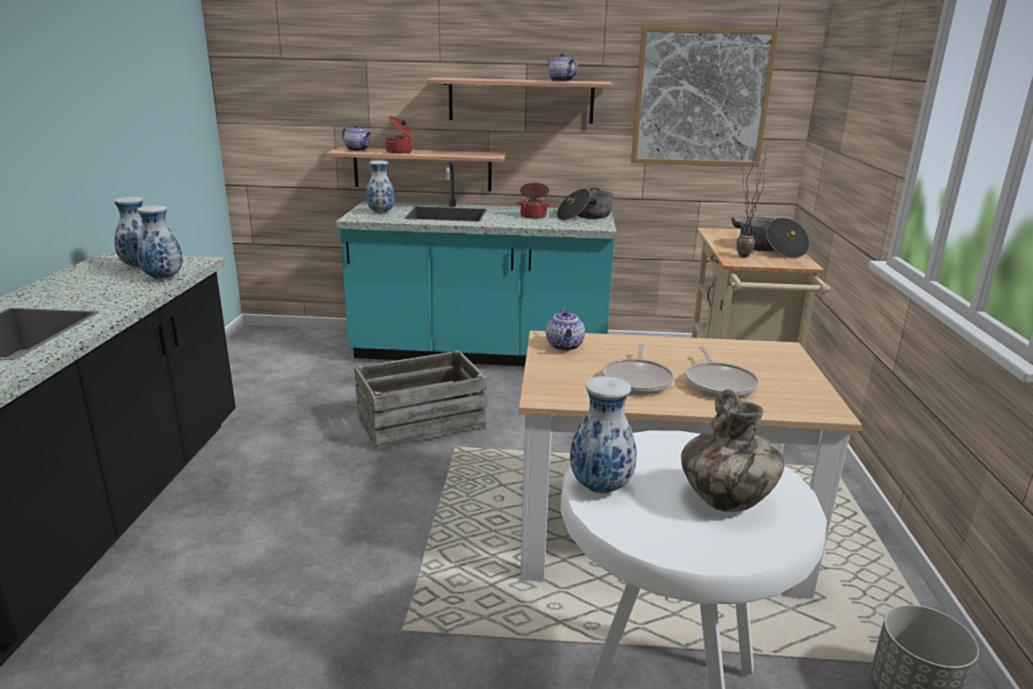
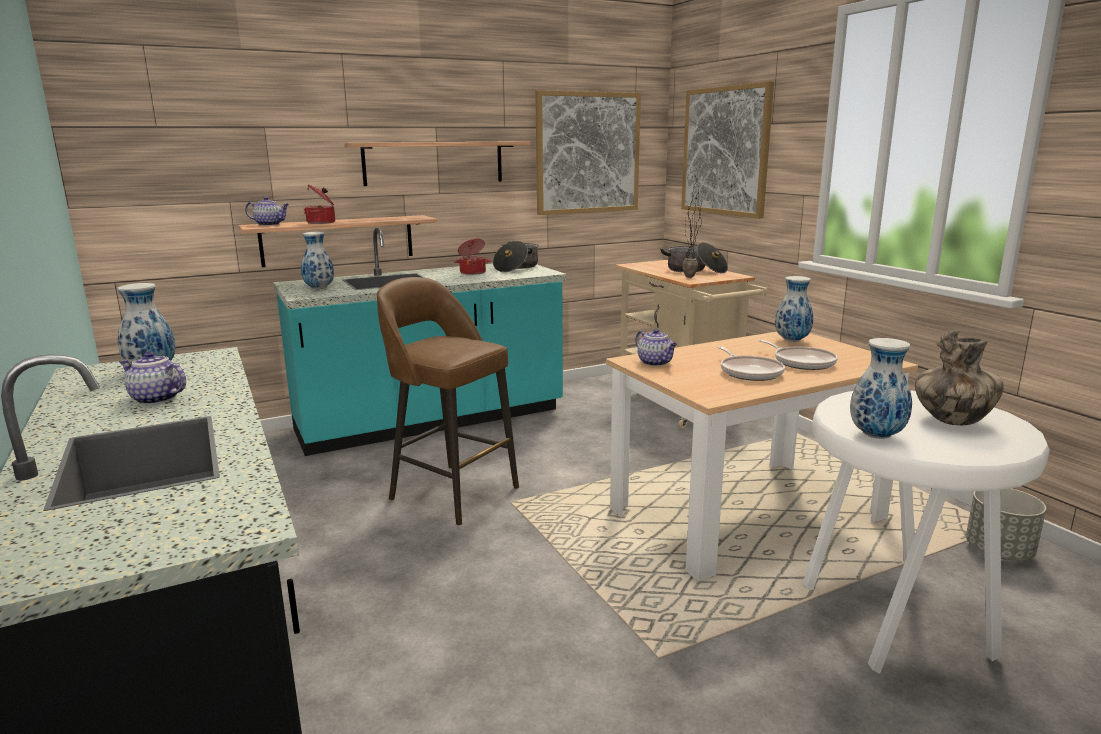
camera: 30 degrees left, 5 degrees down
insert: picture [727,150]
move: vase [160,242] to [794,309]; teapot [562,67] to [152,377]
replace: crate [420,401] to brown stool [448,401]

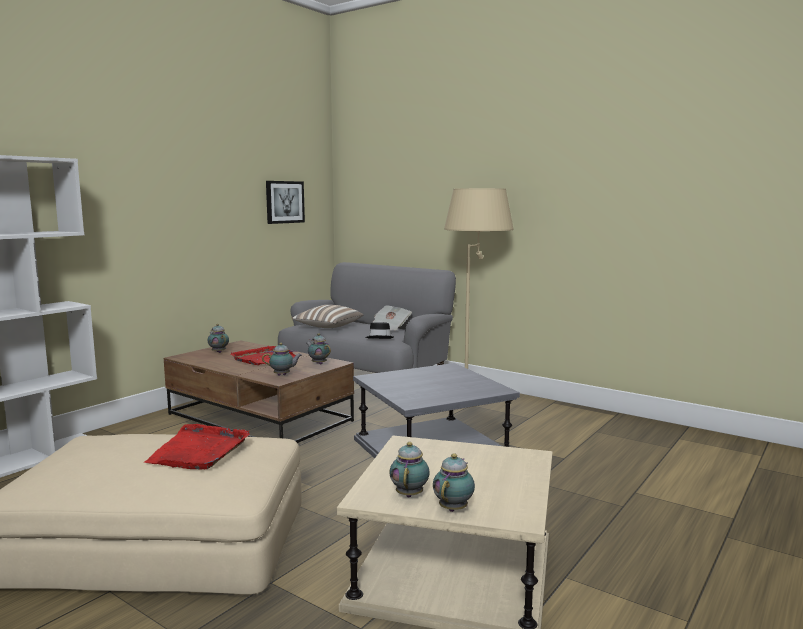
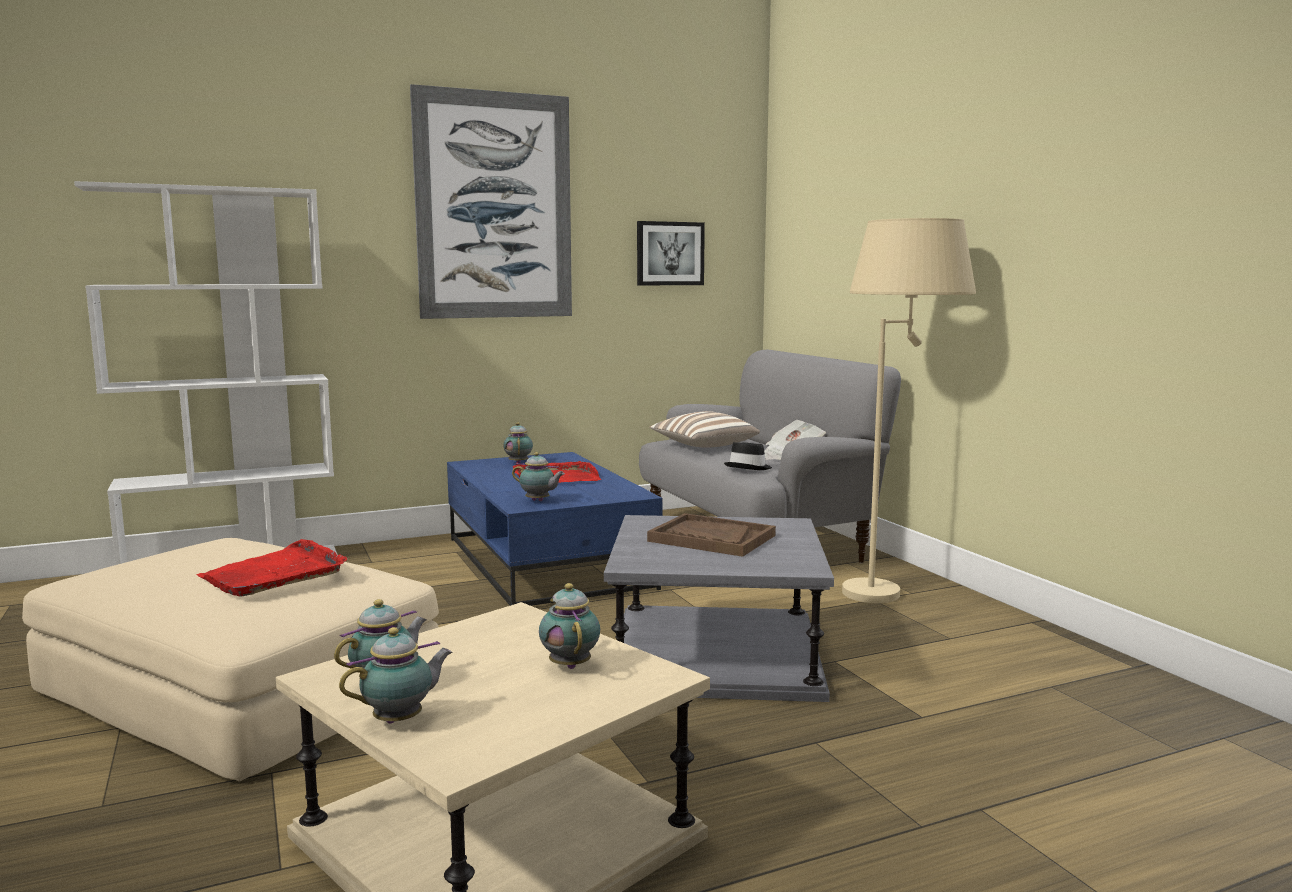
camera: 30 degrees right, 0 degrees up
insert: picture [491,201]; brown tray [711,535]
move: teapot [318,348] to [569,626]
recolor: brown coffee table [259,391] to blue coffee table [555,529]

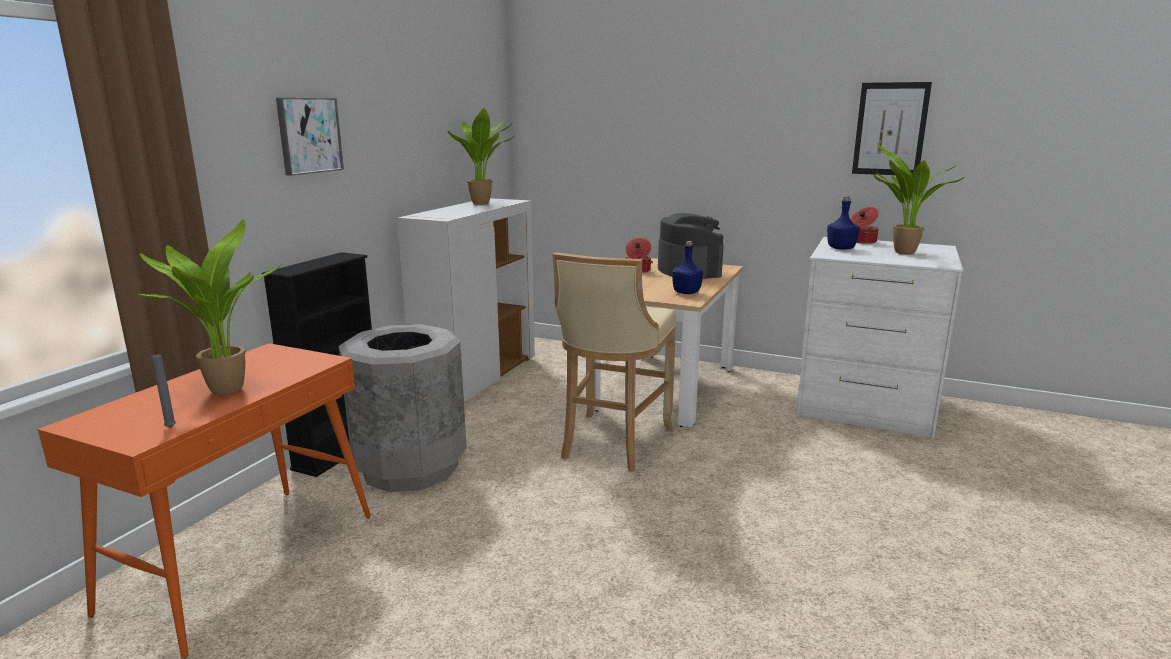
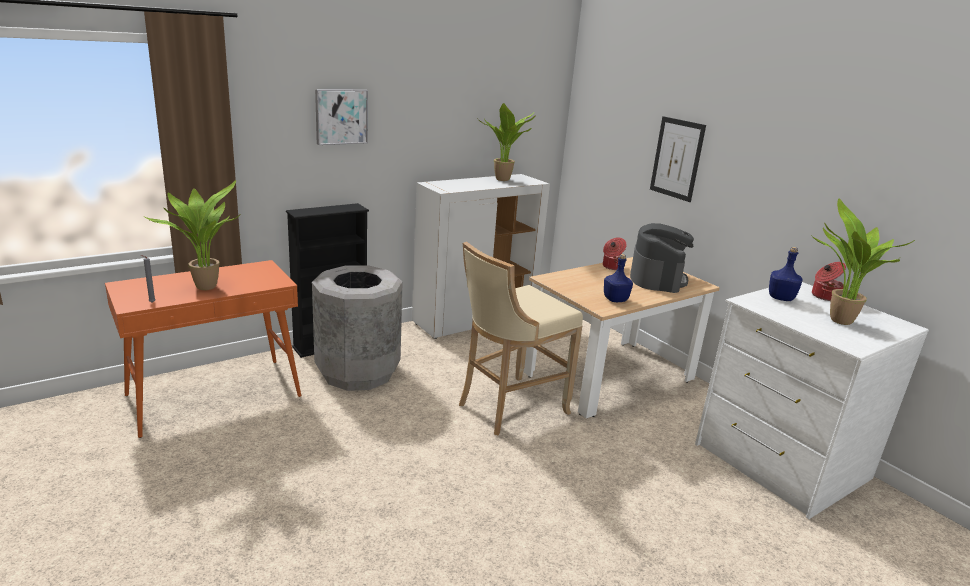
camera: 30 degrees right, 5 degrees up
move: picture [892,128] to [678,159]

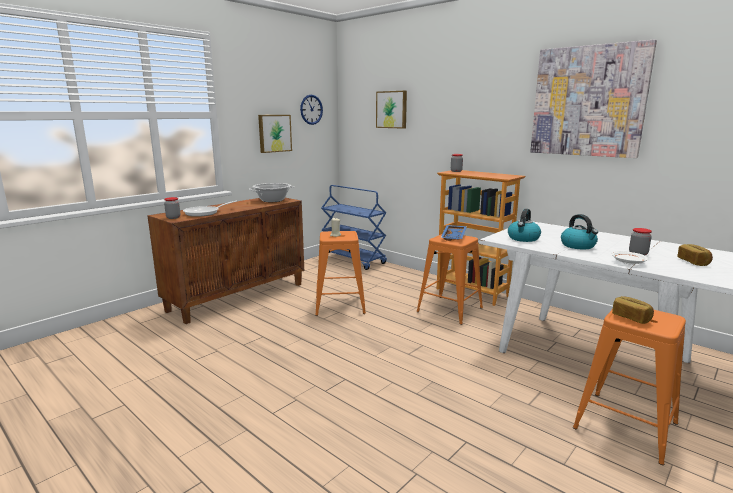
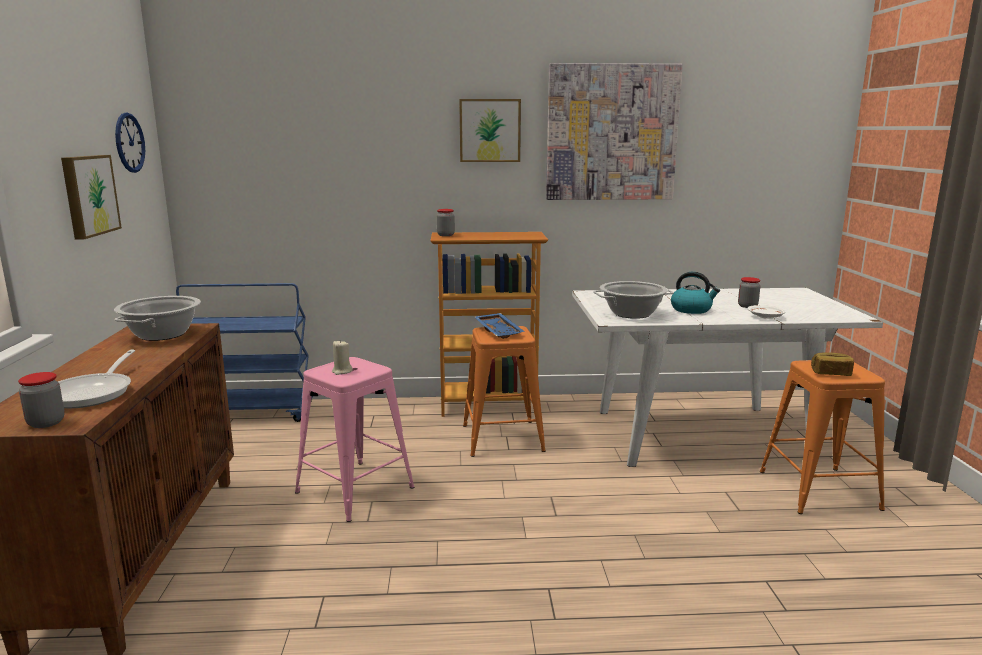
camera: 45 degrees left, 0 degrees up
delete: bread [695,255]
move: picture [391,110] to [490,130]
replace: kettle [524,225] to cooking pot [633,300]
recolor: orange stool [340,273] to pink stool [354,439]

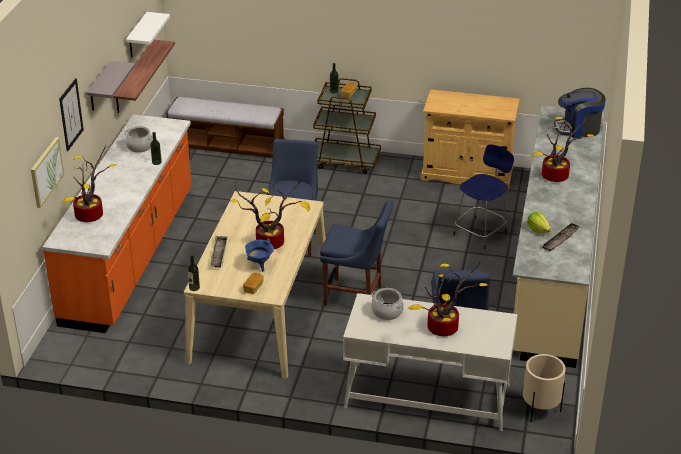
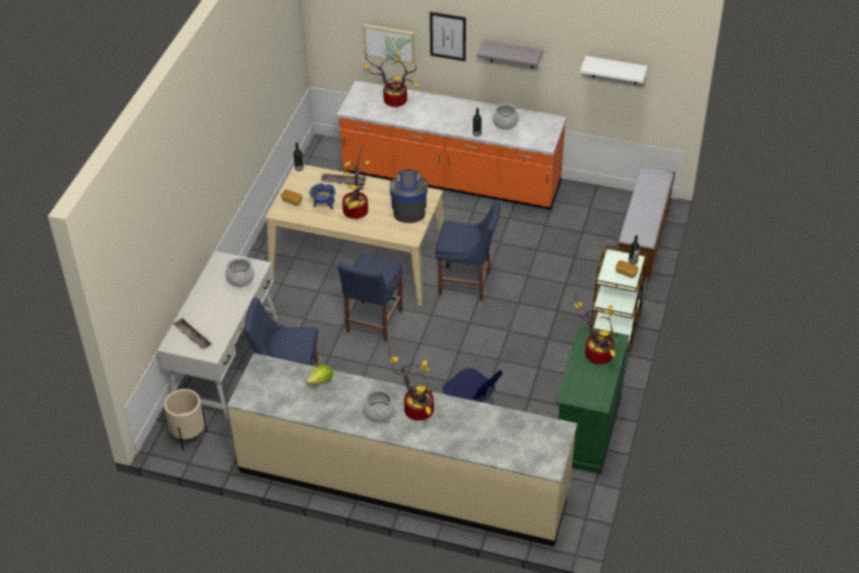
camera: 95 degrees right, 10 degrees up
delete: shelf [144,76]
insert: cooking pot [379,405]
move: potted plant [448,299] to [596,327]; tray [561,236] to [192,333]; coffee machine [580,113] to [409,196]
recolor: beige cabinet [470,139] to green cabinet [592,399]

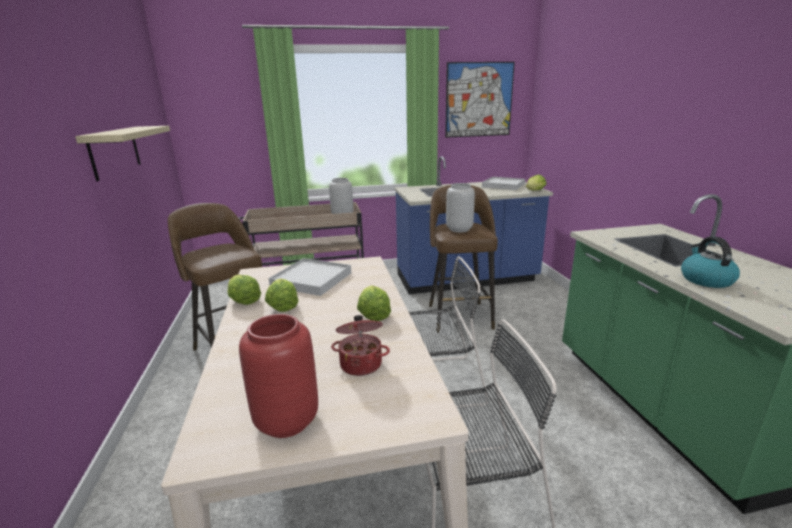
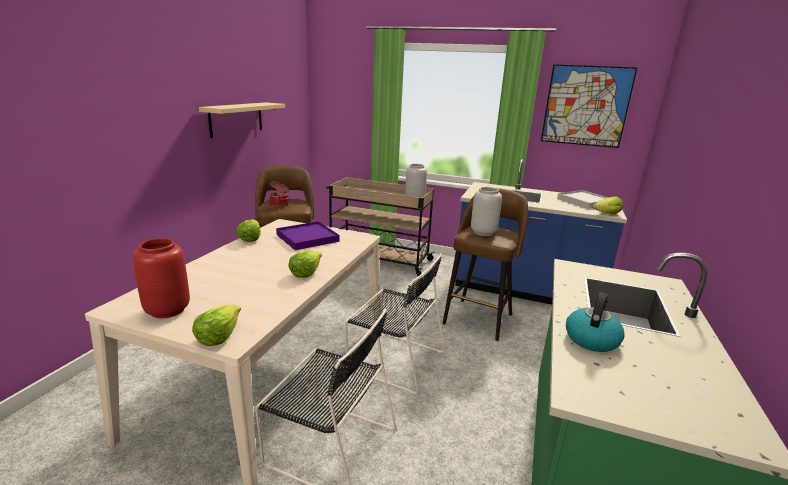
camera: 30 degrees right, 0 degrees up
move: lettuce [281,295] to [216,325]; cooking pot [360,345] to [280,194]
recolor: white tray [310,277] to purple tray [307,235]

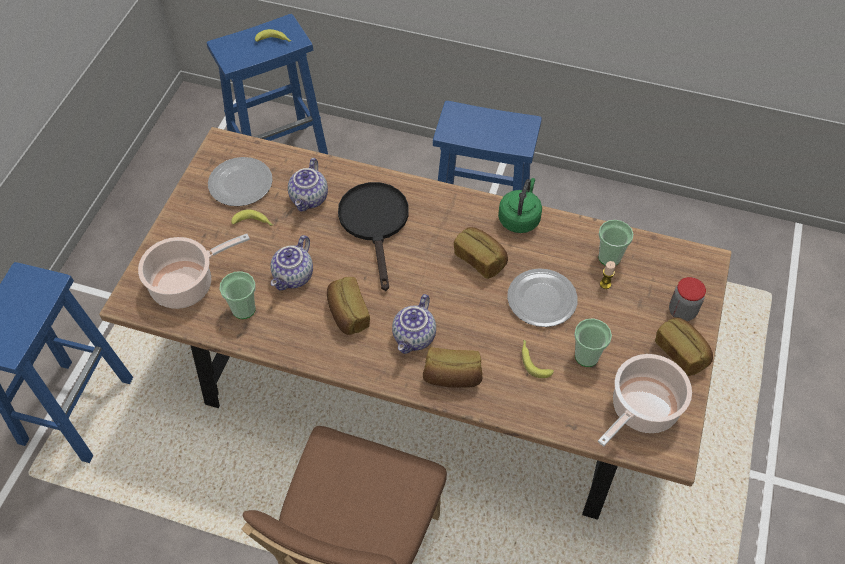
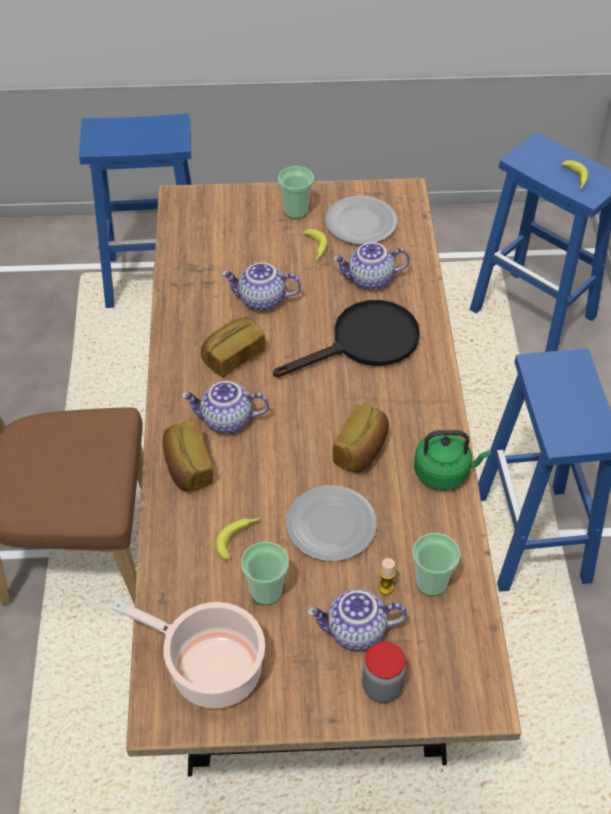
camera: 70 degrees right, 5 degrees down
delete: cooking pot [194,271]; bread [684,346]
insert: teapot [357,620]
move: cup [237,295] to [296,192]

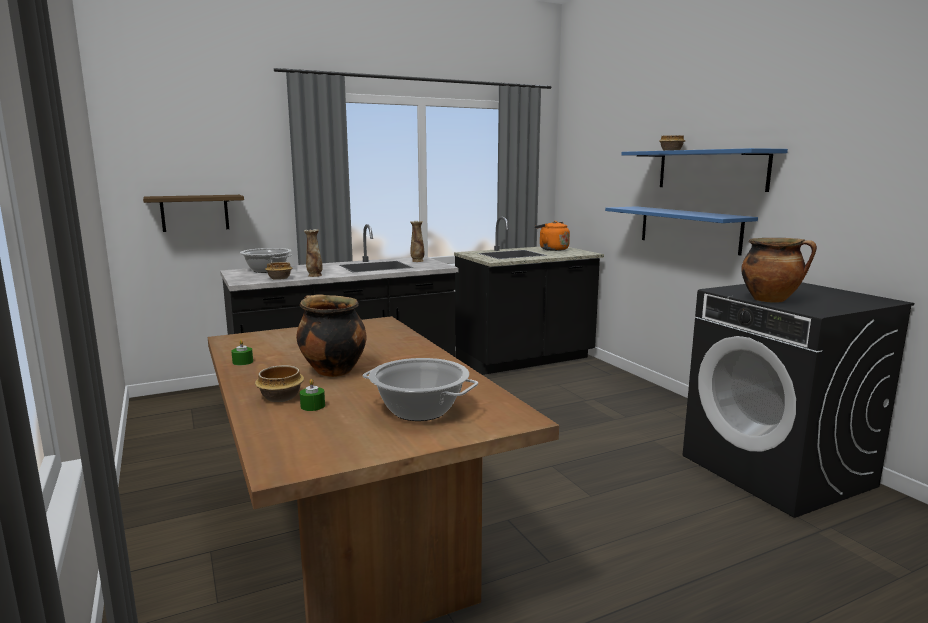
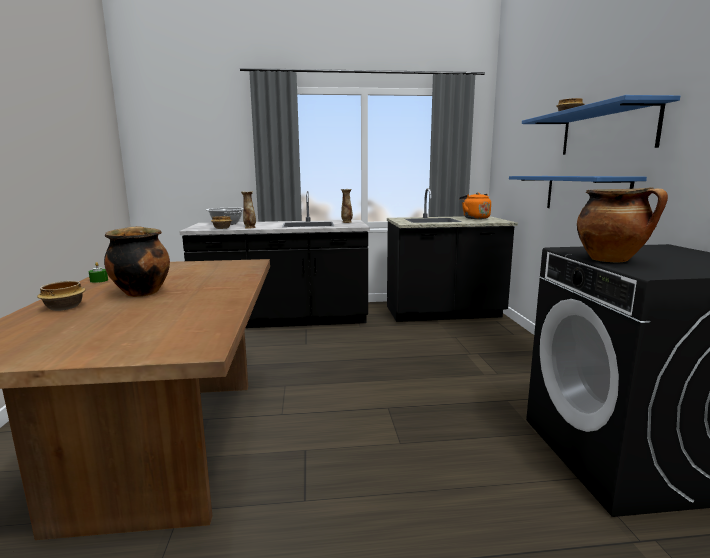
camera: 20 degrees right, 0 degrees up
delete: shelf [193,213]; green candle [312,395]; cooking pot [420,389]

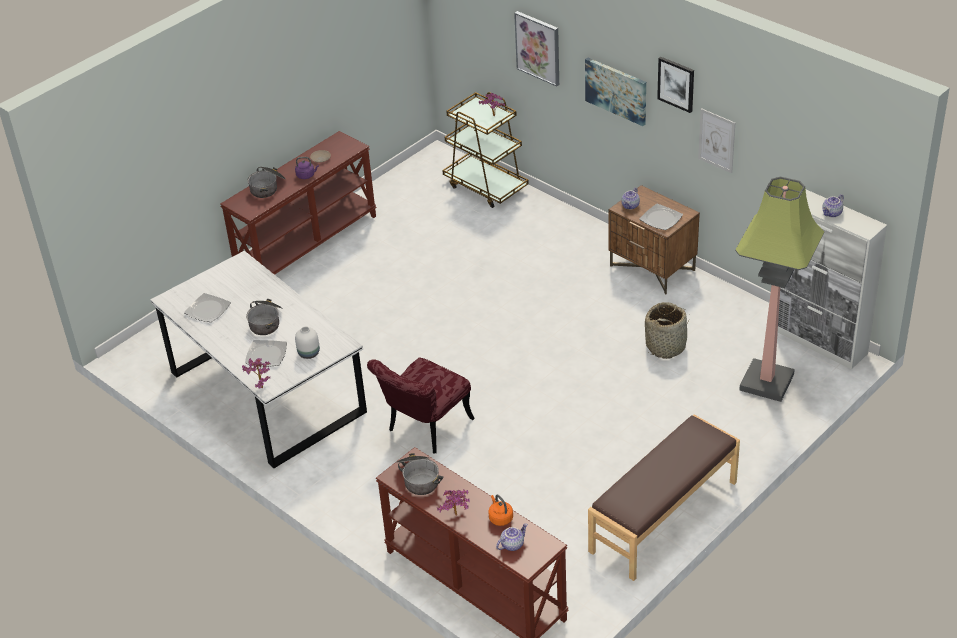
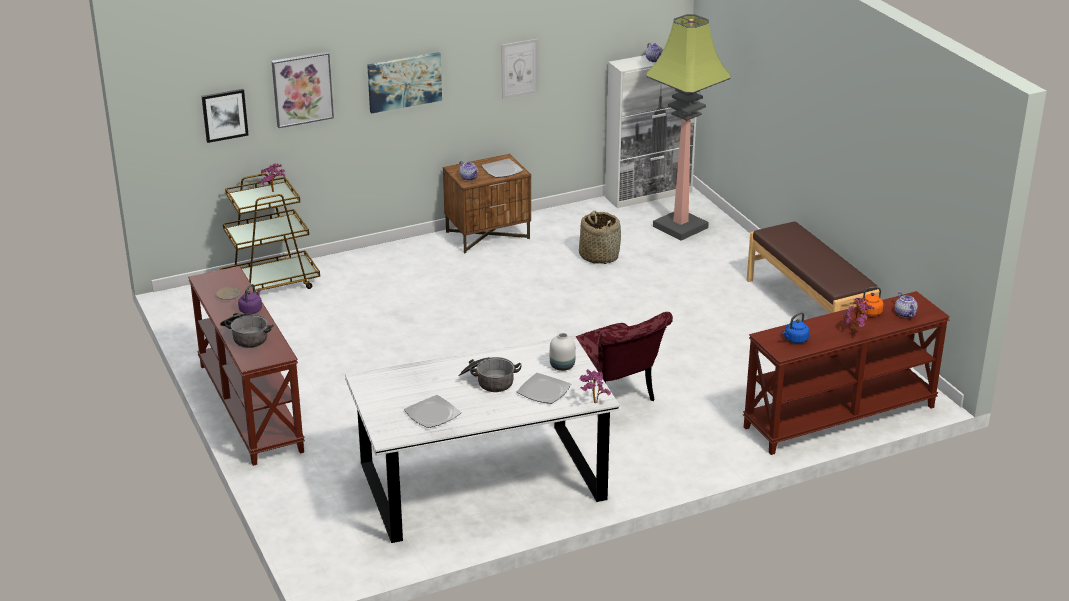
camera: 70 degrees left, 10 degrees down
move: picture [675,85] to [225,116]
replace: cooking pot [419,474] to blue kettle [795,327]

